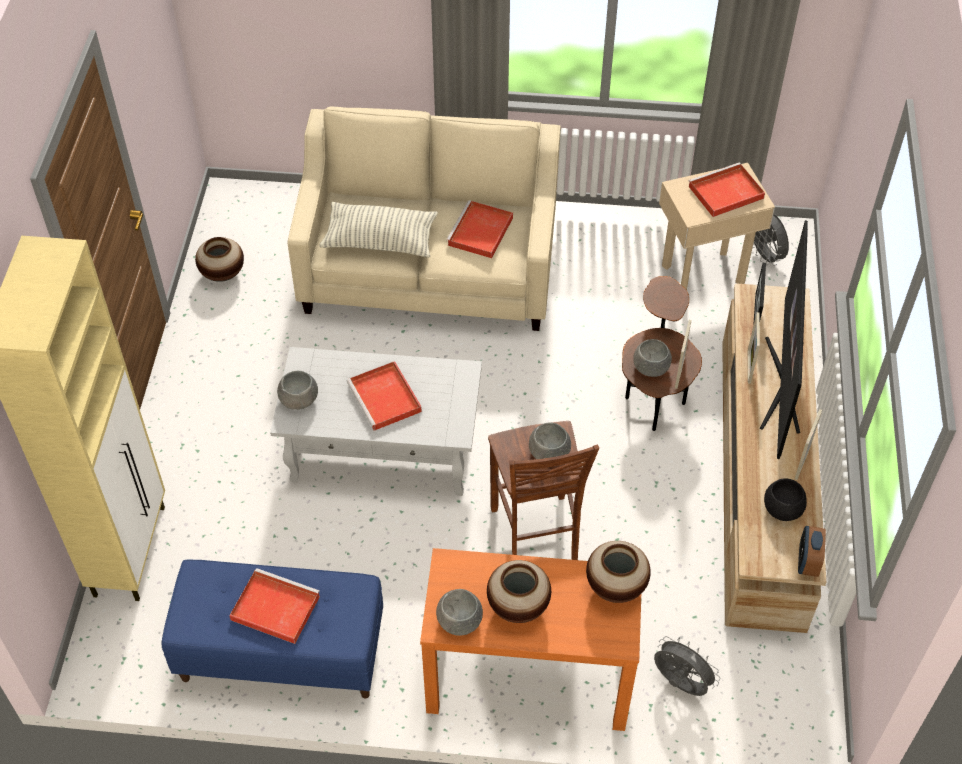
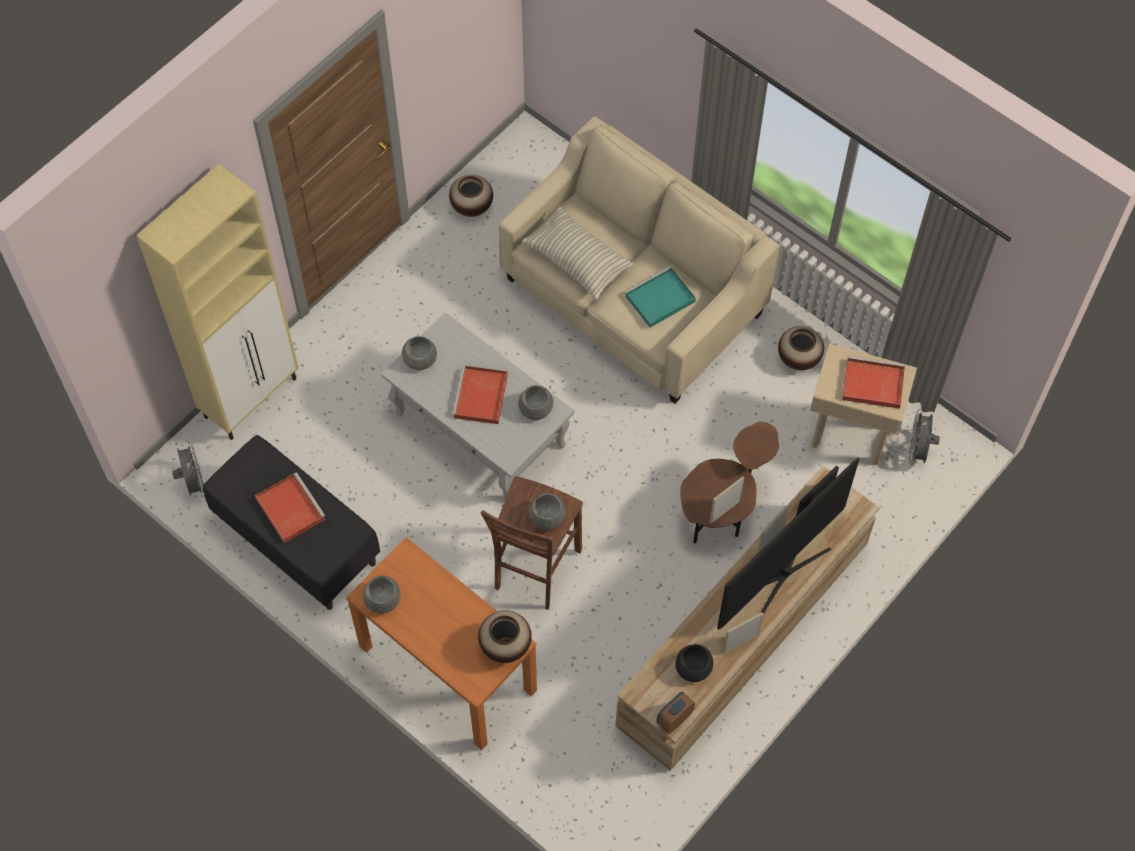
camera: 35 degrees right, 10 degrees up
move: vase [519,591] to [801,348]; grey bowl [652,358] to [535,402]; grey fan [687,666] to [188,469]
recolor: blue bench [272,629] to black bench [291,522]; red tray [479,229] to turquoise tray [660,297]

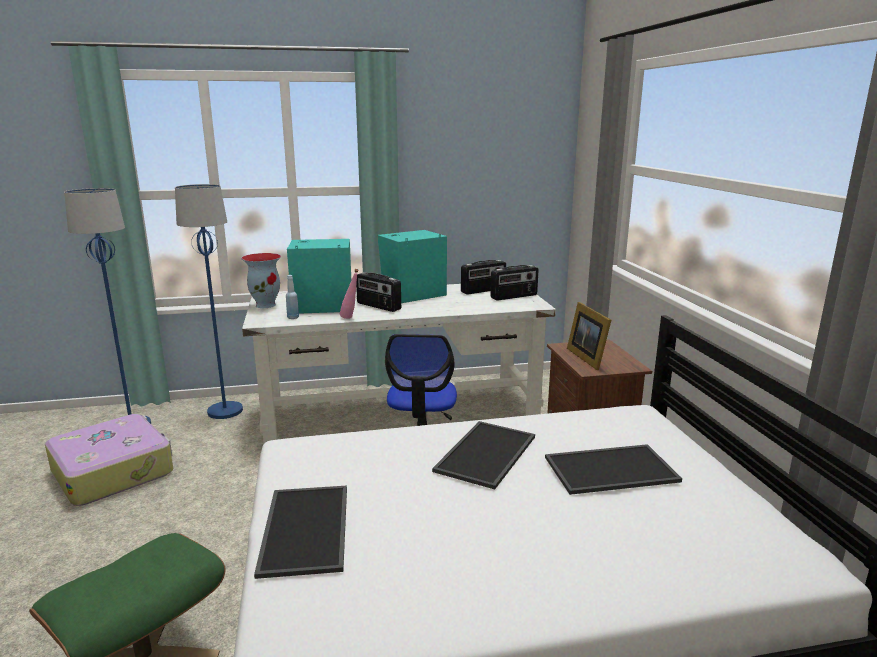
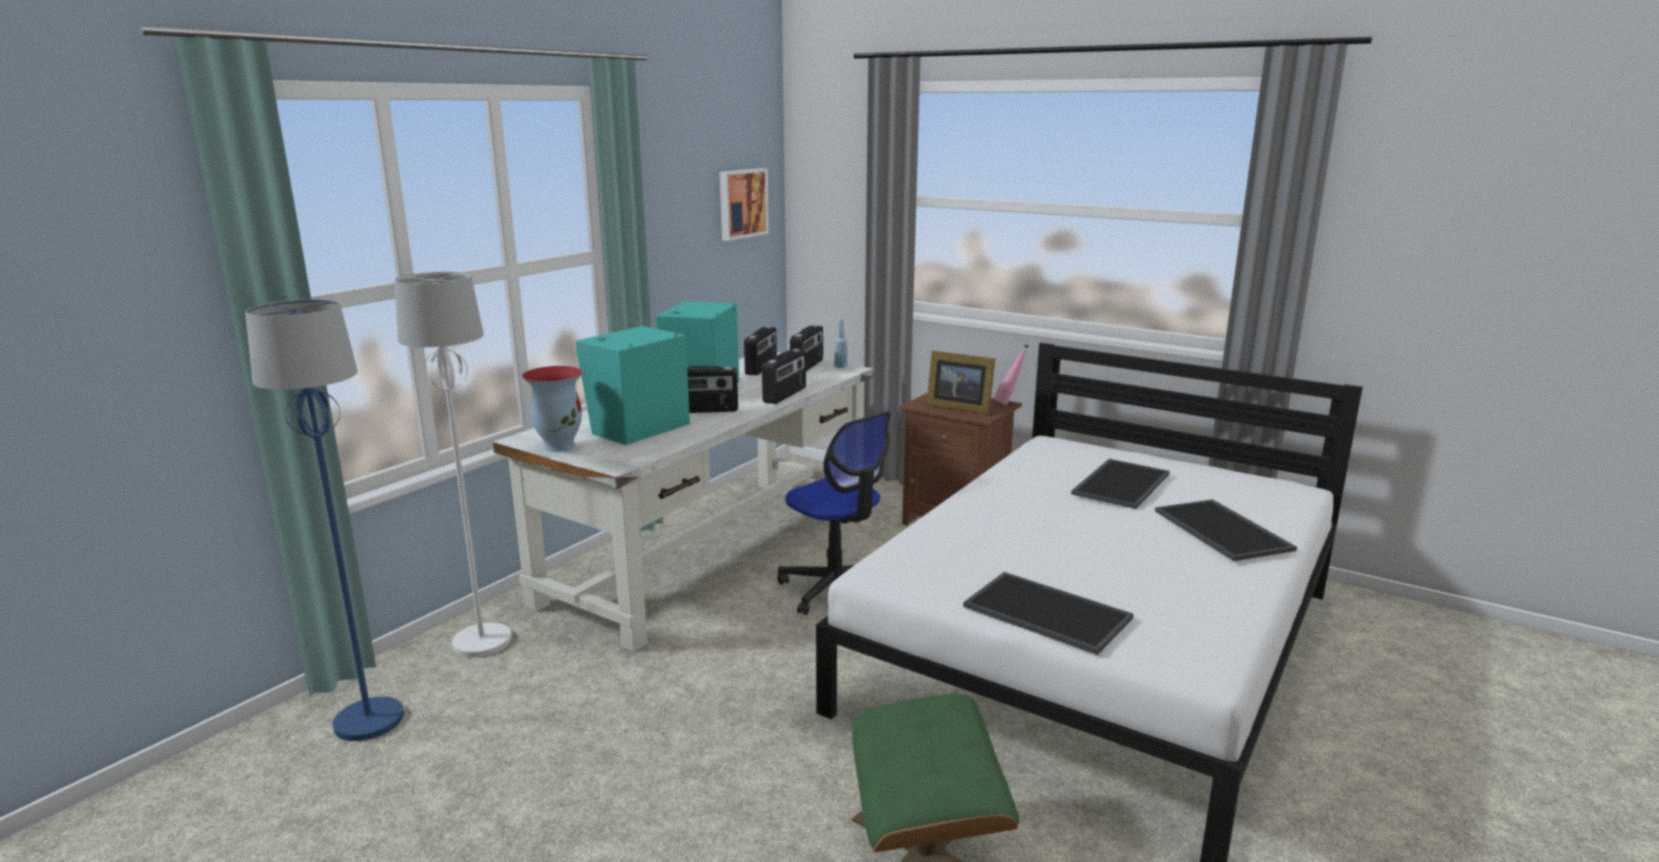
camera: 45 degrees left, 0 degrees up
delete: suitcase [109,460]
insert: picture [744,204]; radio [784,376]
move: blue bottle [292,297] to [840,343]; pink bottle [349,294] to [1011,374]; tray [483,455] to [1226,530]
recolor: blue floor lamp [209,301] to white floor lamp [453,464]

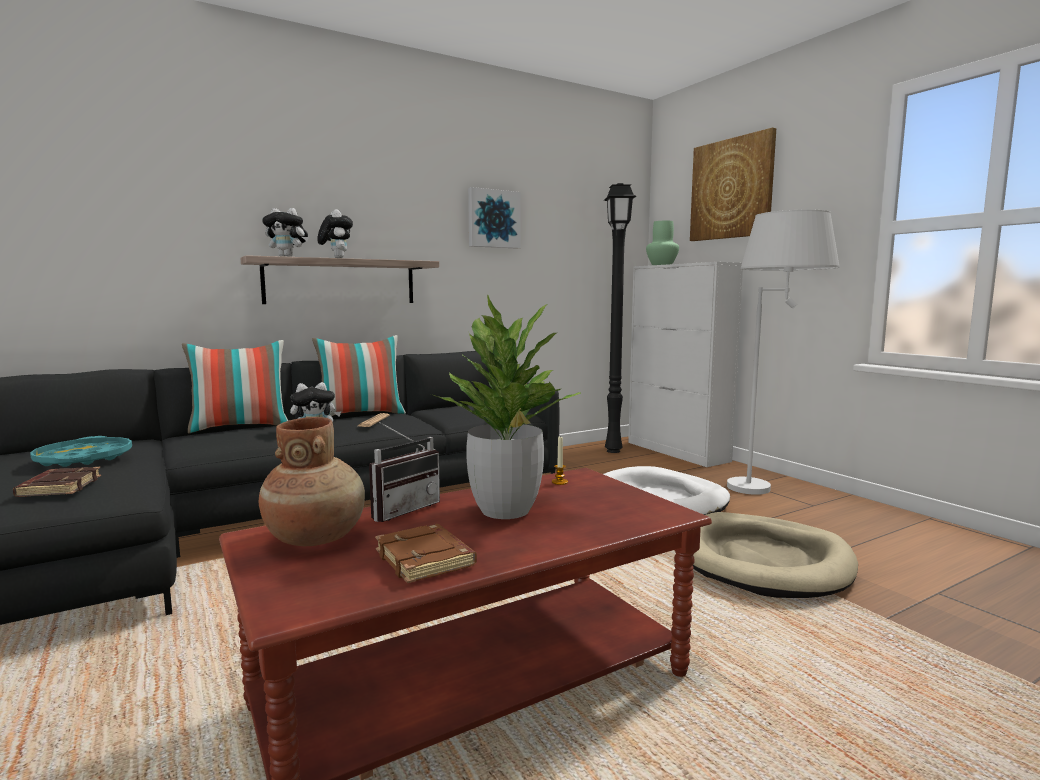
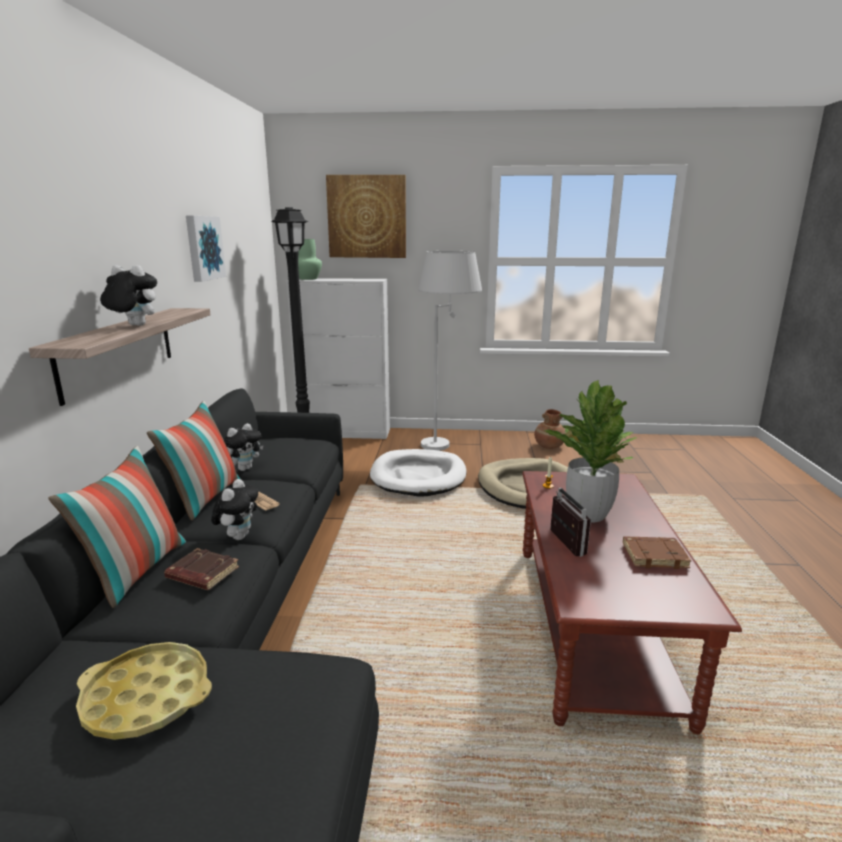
camera: 55 degrees left, 10 degrees up
move: brown book [57,482] to [201,569]; brown vase [312,481] to [550,429]; plush toy [285,232] to [243,447]
recolor: turquoise tray [81,451] to yellow tray [144,691]

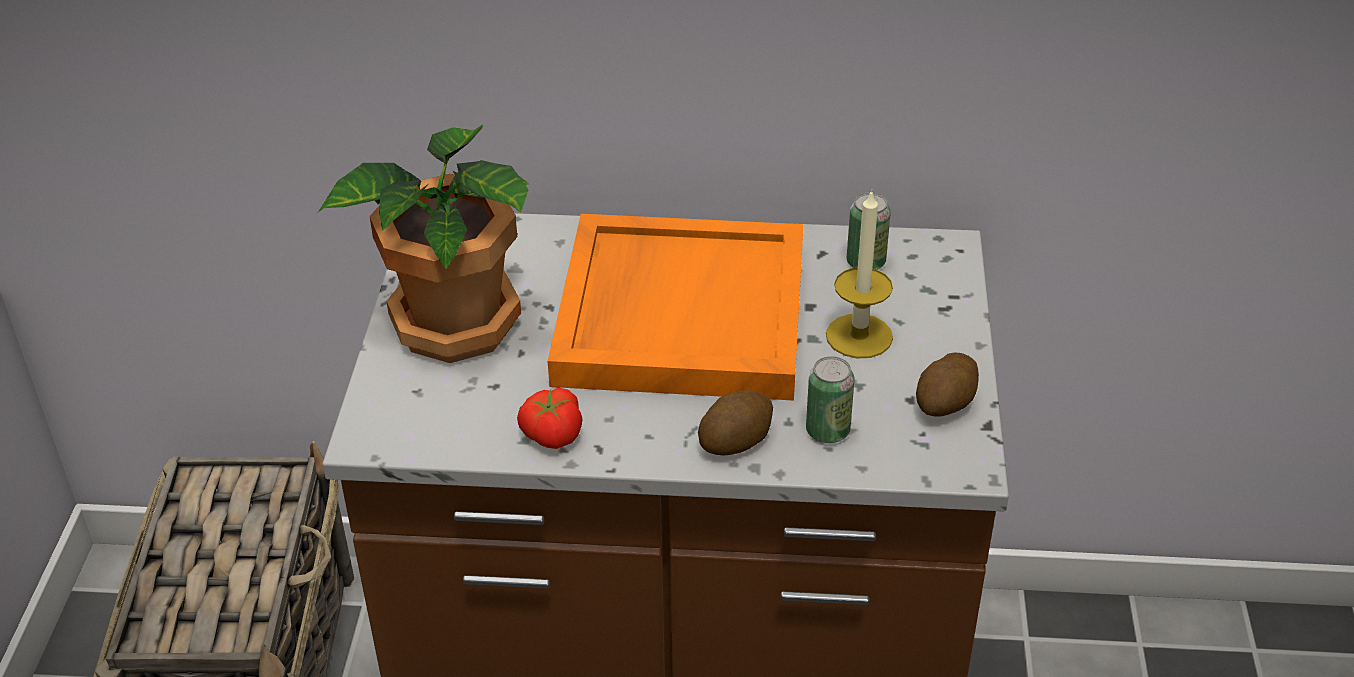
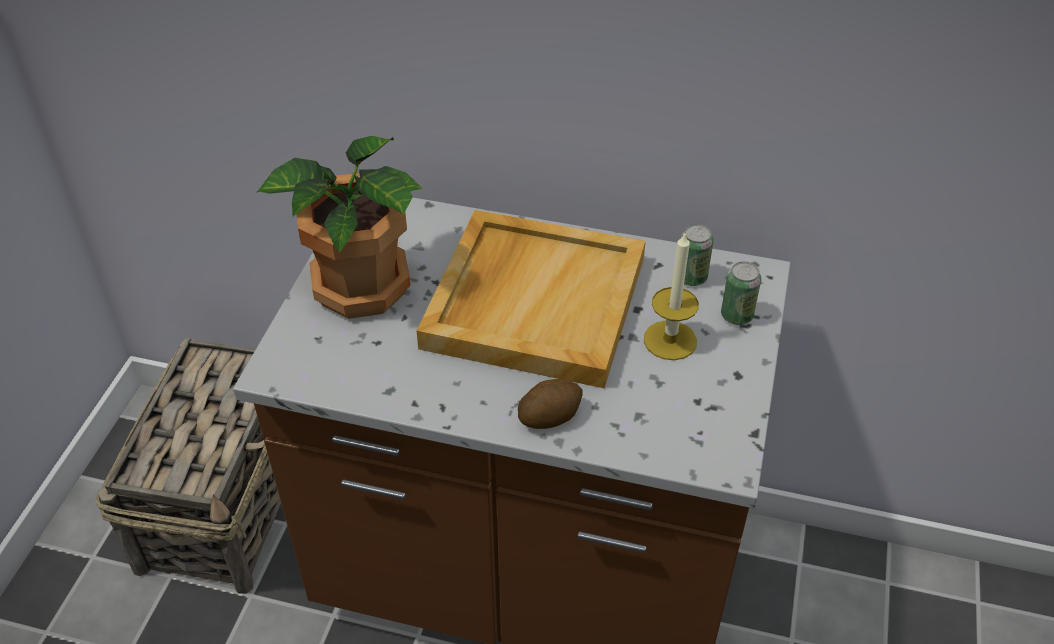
camera: 10 degrees right, 5 degrees up
delete: tomato [549,418]; potato [947,384]
move: can [830,399] to [741,293]
recolor: orange tray [675,307] to beige tray [531,299]

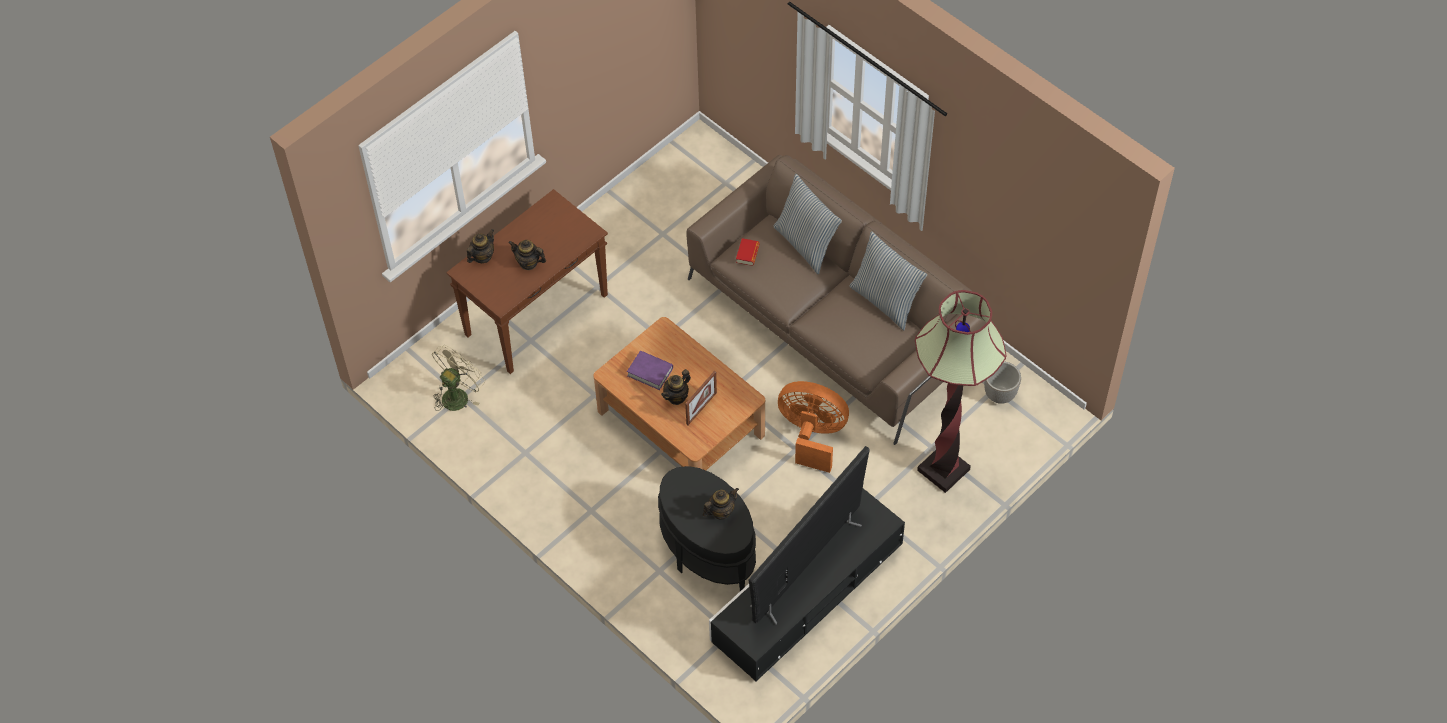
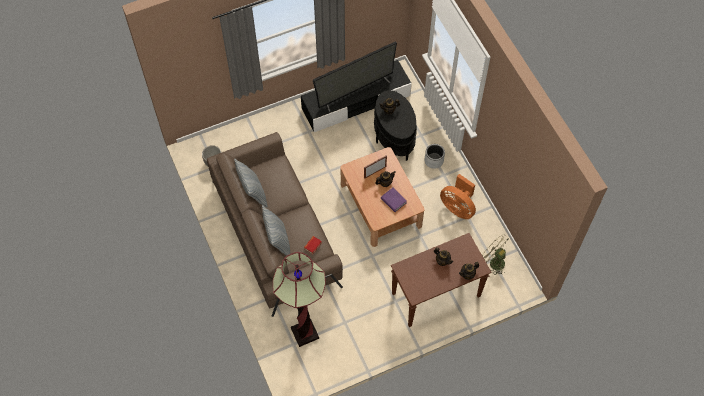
camera: 160 degrees left, 5 degrees up
insert: grey planter [434,156]
move: orange fan [813,427] to [458,196]; floor lamp [961,391] to [299,299]
rotate: beige fan [458,378] = [495,254] 75 degrees clockwise

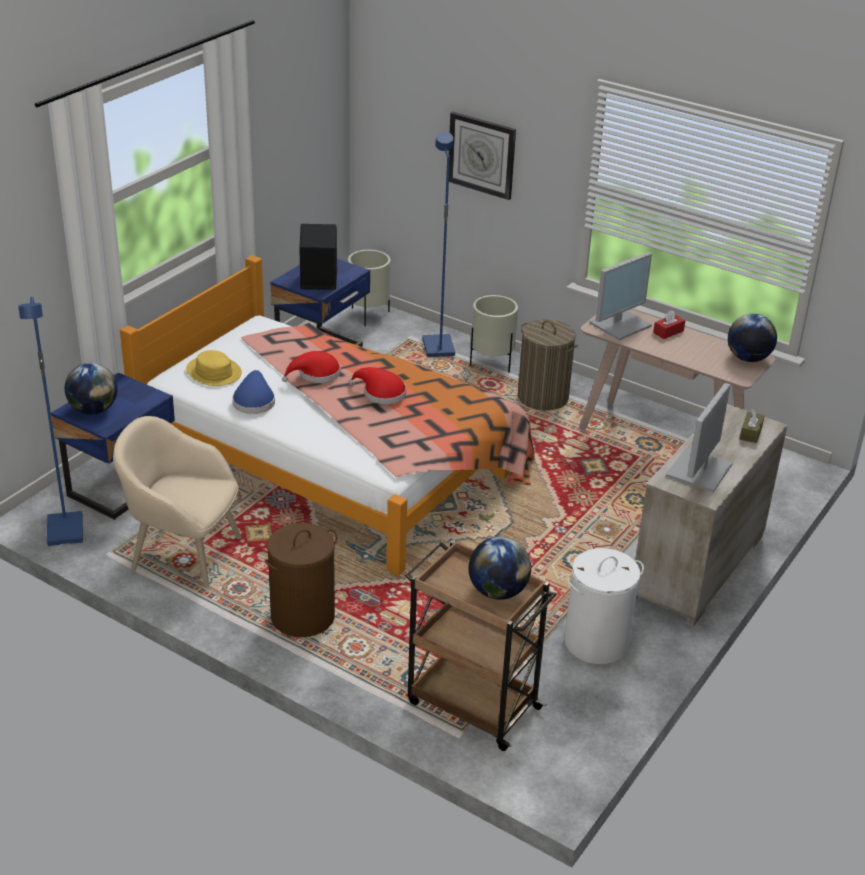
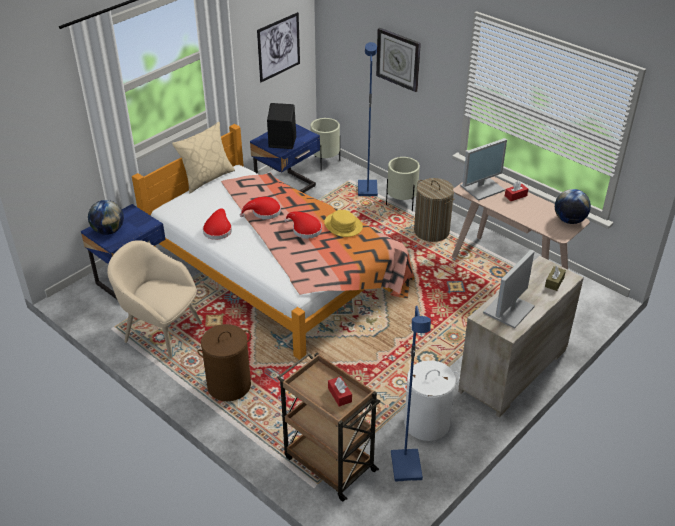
camera: 10 degrees right, 5 degrees up
insert: beige pillow [203,157]; picture [278,47]
move: blue floor lamp [51,421] to [411,394]; yellow hat [214,368] to [343,223]
replace: globe [499,568] to red tissue box [340,391]
recolor: blue hat [253,392] to red hat [217,224]

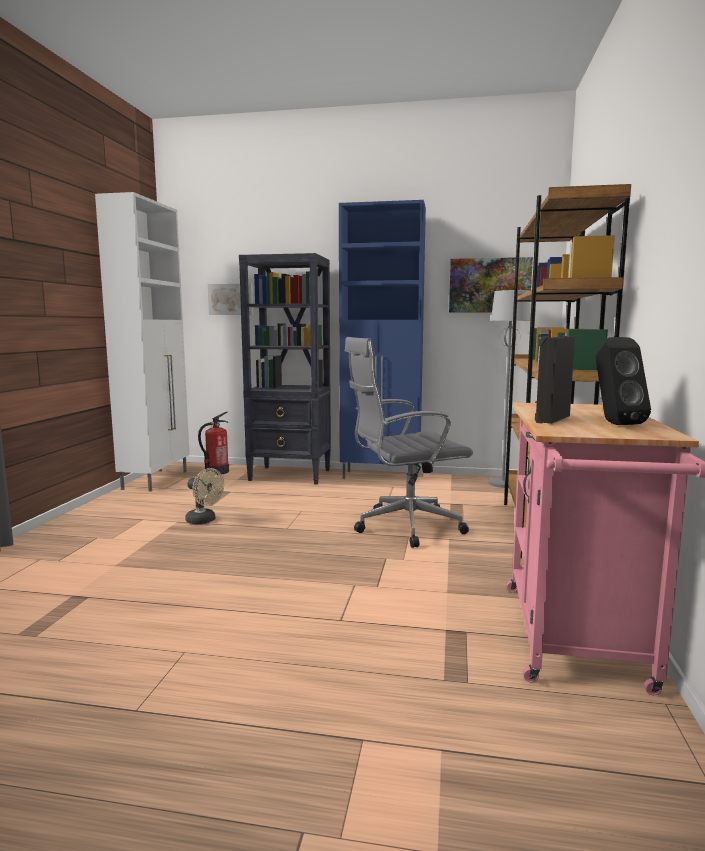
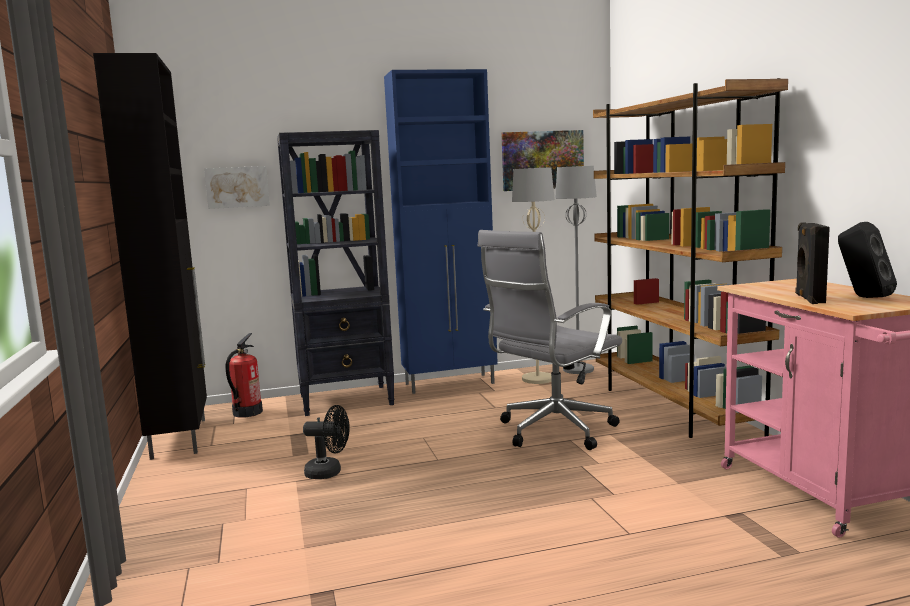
camera: 25 degrees left, 0 degrees up
insert: beige floor lamp [533,275]
recolor: white cabinet [142,342] to black cabinet [150,256]; beige fan [204,496] to black fan [326,442]

